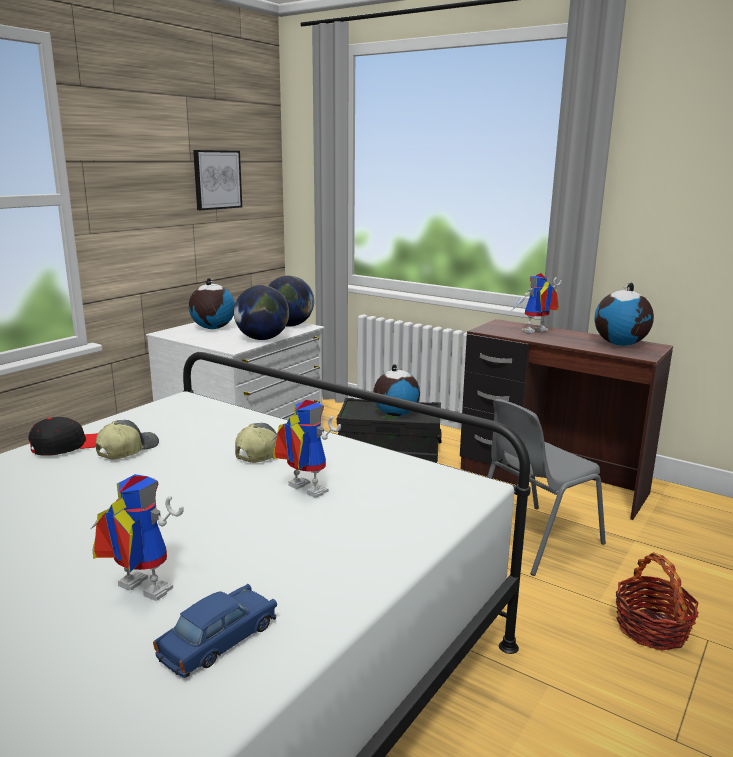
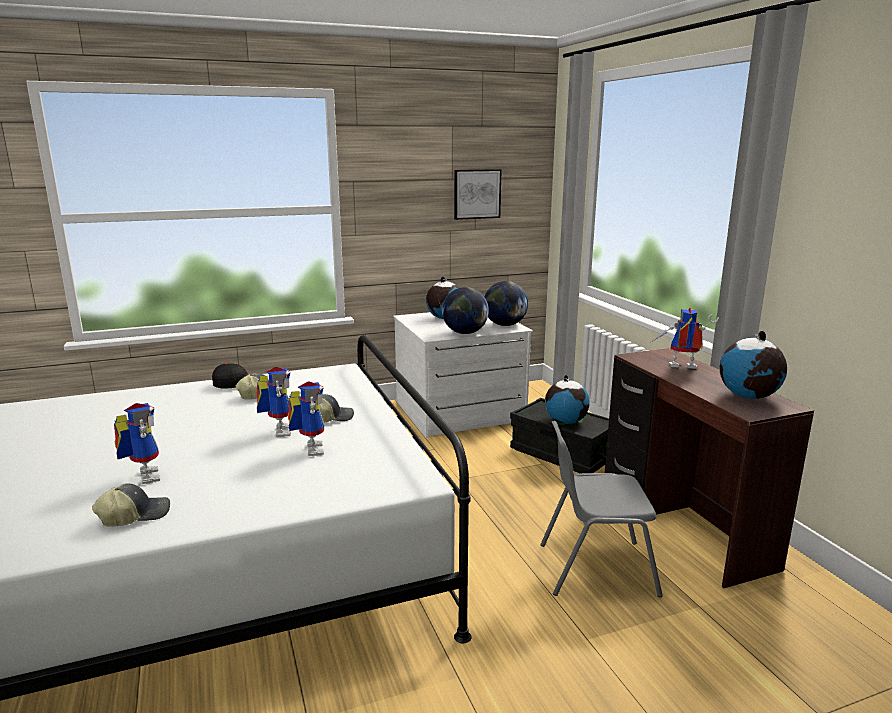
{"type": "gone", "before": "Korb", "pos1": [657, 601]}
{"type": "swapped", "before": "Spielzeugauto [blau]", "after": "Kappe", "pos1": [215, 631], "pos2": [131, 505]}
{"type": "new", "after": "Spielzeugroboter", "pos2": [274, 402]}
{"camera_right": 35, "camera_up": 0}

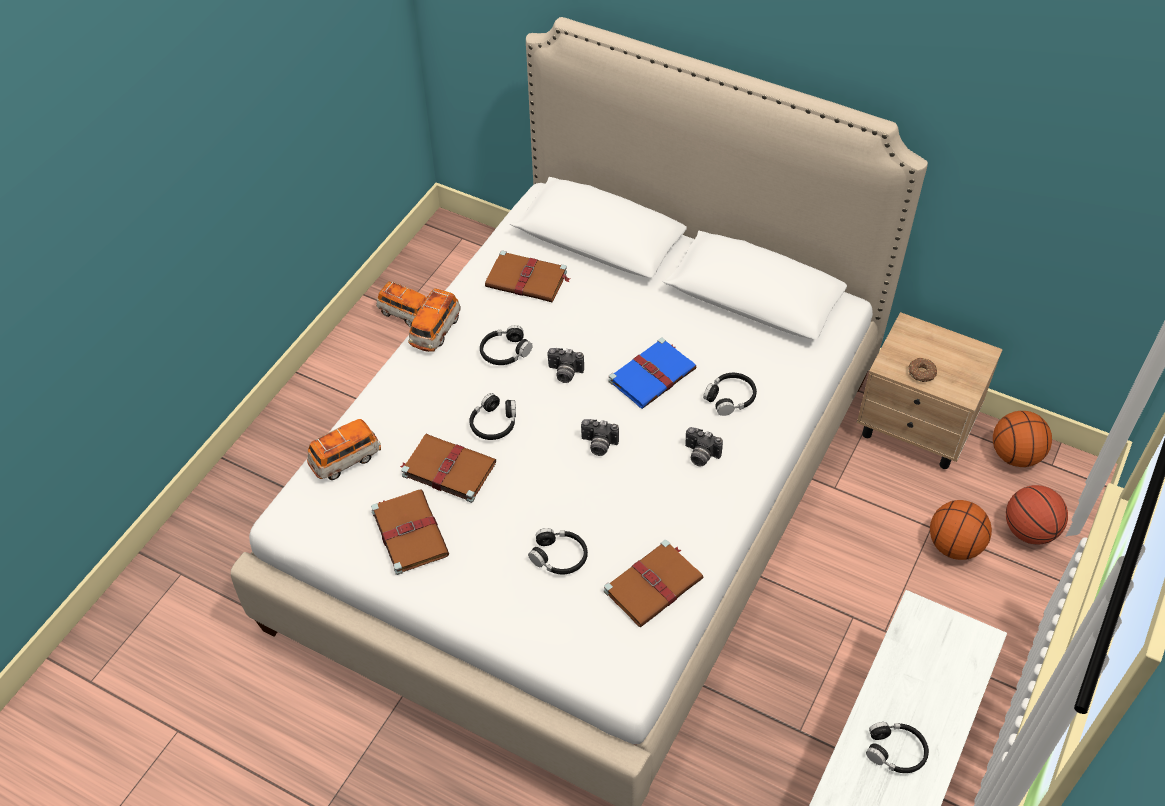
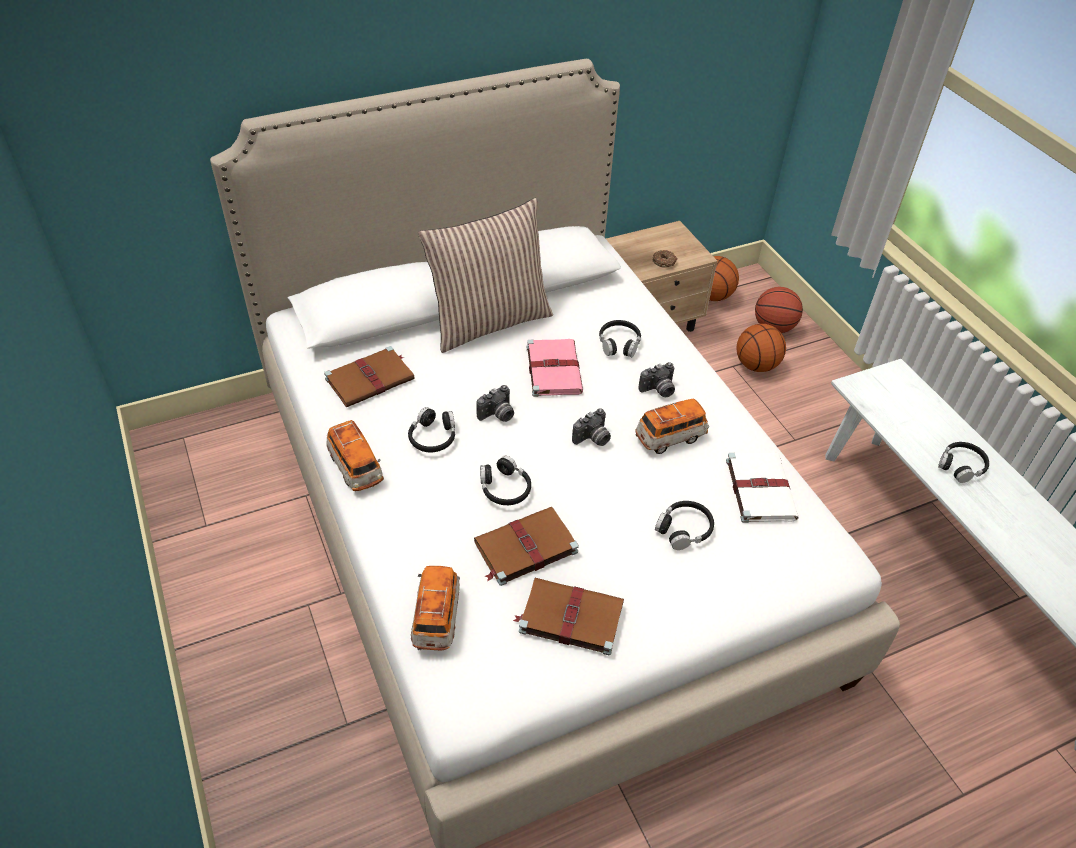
{"type": "shifted", "before": "Spielzeugauto", "pos1": [401, 303], "pos2": [672, 426]}
{"type": "repainted", "before": "Buch [blau]", "after": "Buch [rosa]", "pos1": [653, 373], "pos2": [554, 368]}
{"type": "repainted", "before": "Buch [braun]", "after": "Buch [weiß]", "pos1": [654, 584], "pos2": [762, 488]}
{"type": "new", "after": "Kissen", "pos2": [485, 275]}
{"camera_right": -55, "camera_up": -5}

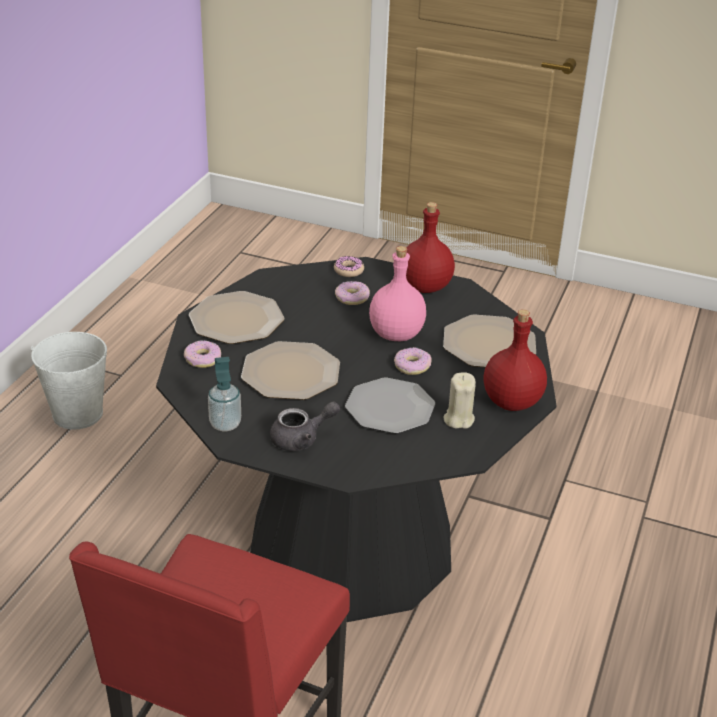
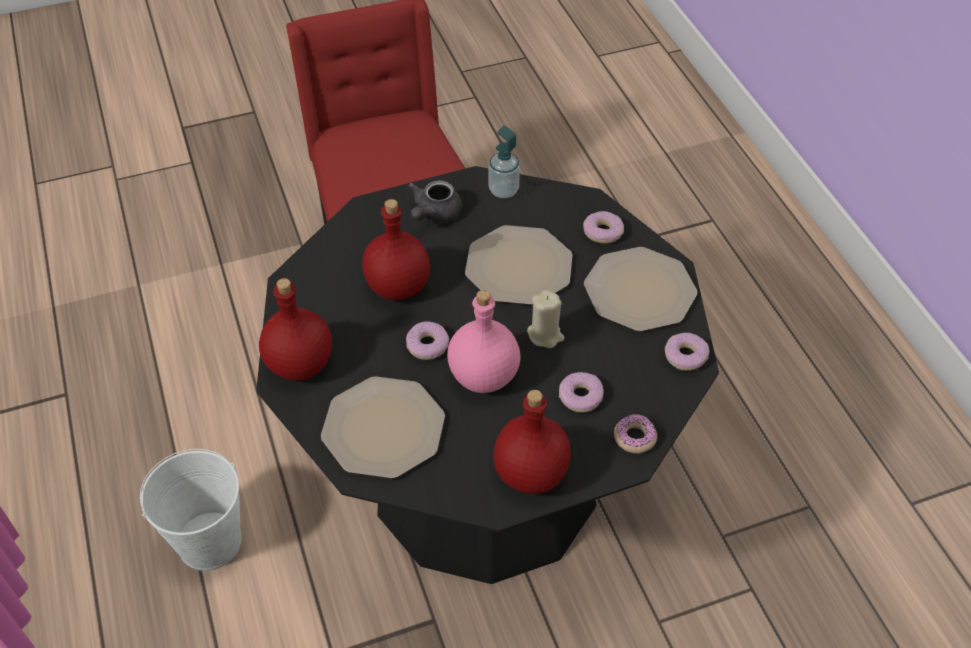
{"type": "shifted", "before": "Eimer [weiß]", "pos1": [69, 381], "pos2": [191, 510]}
{"type": "shifted", "before": "Kerze [beige]", "pos1": [460, 400], "pos2": [545, 319]}
{"type": "swapped", "before": "Teller", "after": "Flasche [rot]", "pos1": [390, 406], "pos2": [396, 249]}
{"type": "new", "after": "Donut", "pos2": [687, 352]}
{"camera_right": 140, "camera_up": 15}

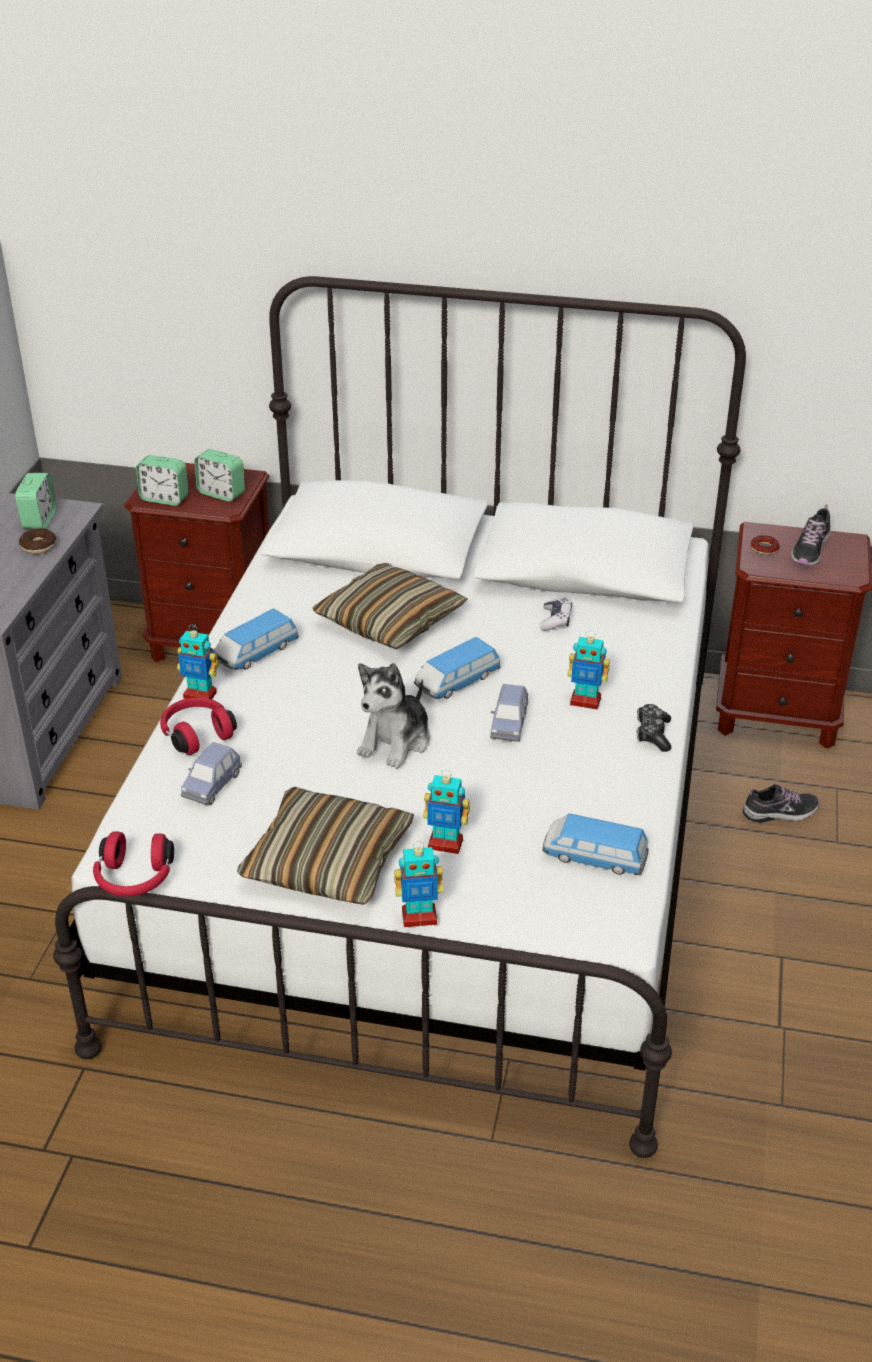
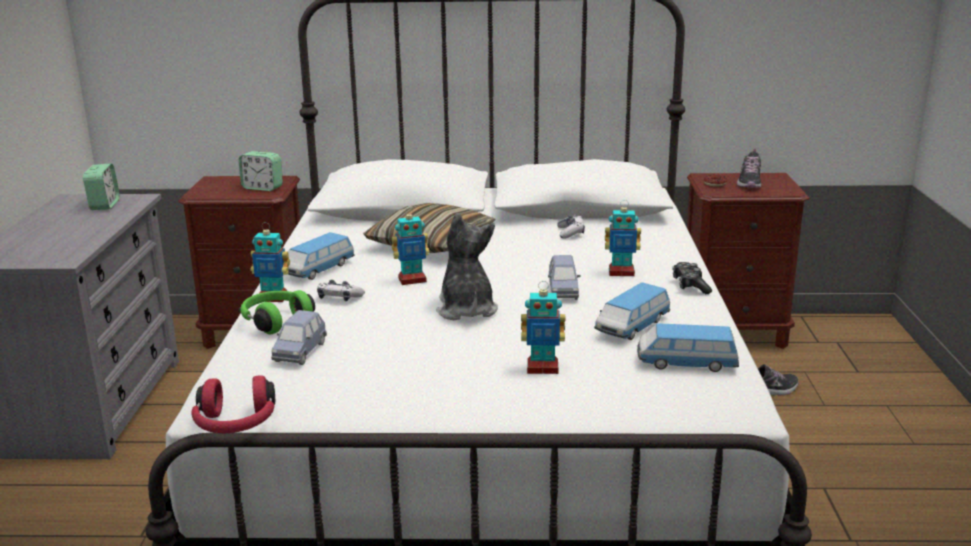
{"type": "gone", "before": "Wecker", "pos1": [162, 480]}
{"type": "gone", "before": "Donut", "pos1": [37, 541]}
{"type": "shifted", "before": "Spielzeugauto", "pos1": [457, 668], "pos2": [632, 311]}
{"type": "rotated", "before": "Plüschtier", "pos1": [393, 716], "pos2": [467, 267], "turn": 150}
{"type": "repainted", "before": "Kopfhörer [rot]", "after": "Kopfhörer [grün]", "pos1": [198, 726], "pos2": [277, 312]}
{"type": "gone", "before": "Kissen", "pos1": [325, 846]}
{"type": "shifted", "before": "Spielzeugroboter", "pos1": [418, 884], "pos2": [410, 246]}
{"type": "new", "after": "Gamepad", "pos2": [341, 290]}
{"camera_right": -10, "camera_up": -15}

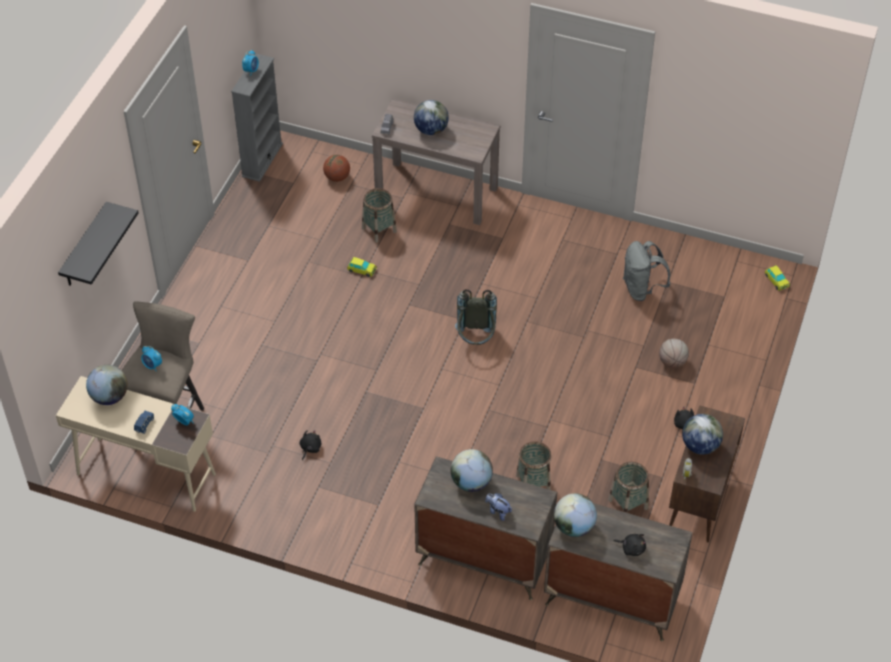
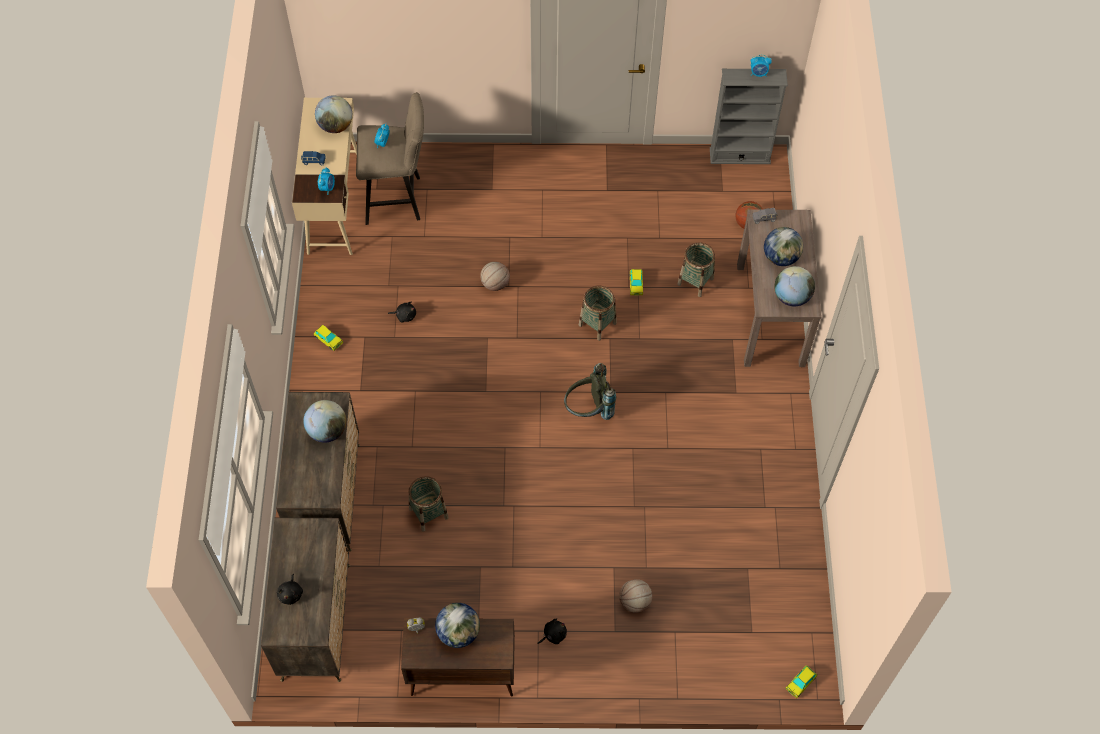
{"type": "gone", "before": "Wandregal [schwarz]", "pos1": [98, 244]}
{"type": "gone", "before": "Rucksack [grau]", "pos1": [646, 271]}
{"type": "shifted", "before": "Korb", "pos1": [628, 487], "pos2": [598, 313]}
{"type": "gone", "before": "Plüschtier", "pos1": [498, 507]}
{"type": "shifted", "before": "Globus", "pos1": [575, 515], "pos2": [794, 286]}
{"type": "new", "after": "Basketball", "pos2": [495, 276]}
{"type": "new", "after": "Spielzeugauto", "pos2": [328, 338]}
{"camera_right": 70, "camera_up": 10}

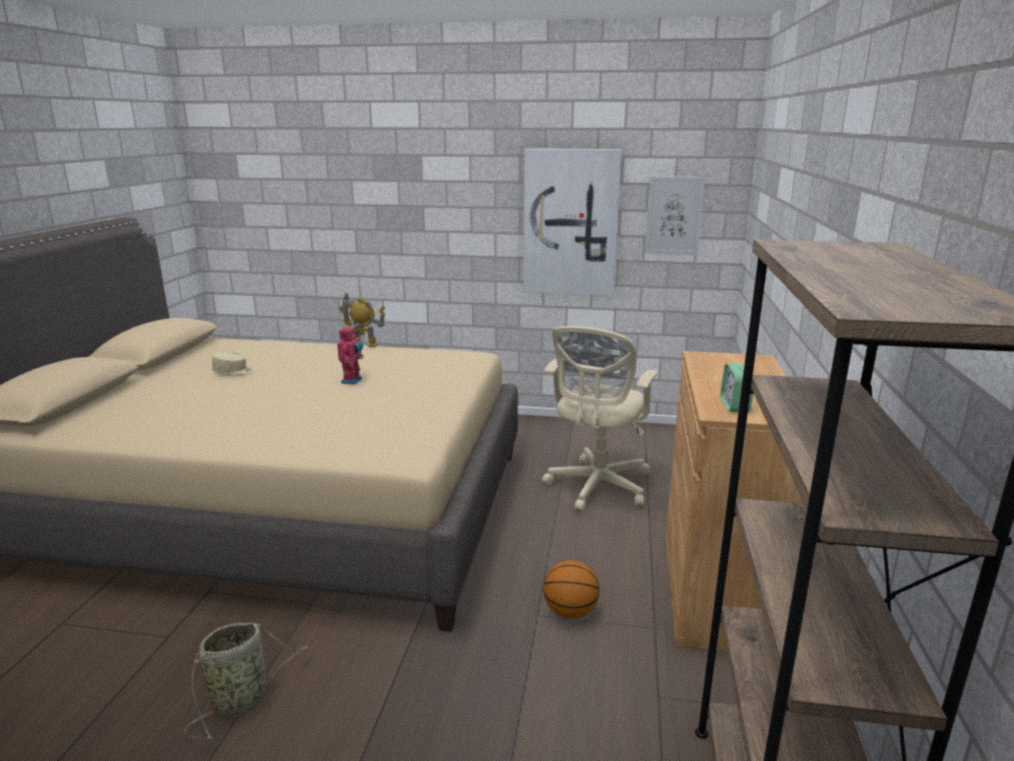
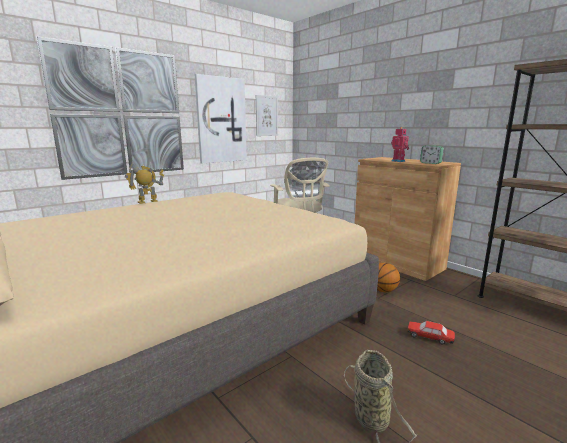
{"type": "shifted", "before": "Spielzeugroboter", "pos1": [350, 355], "pos2": [400, 144]}
{"type": "gone", "before": "Kappe [beige]", "pos1": [233, 363]}
{"type": "new", "after": "Bild", "pos2": [110, 108]}
{"type": "new", "after": "Spielzeugauto", "pos2": [431, 333]}
{"camera_right": -50, "camera_up": -5}

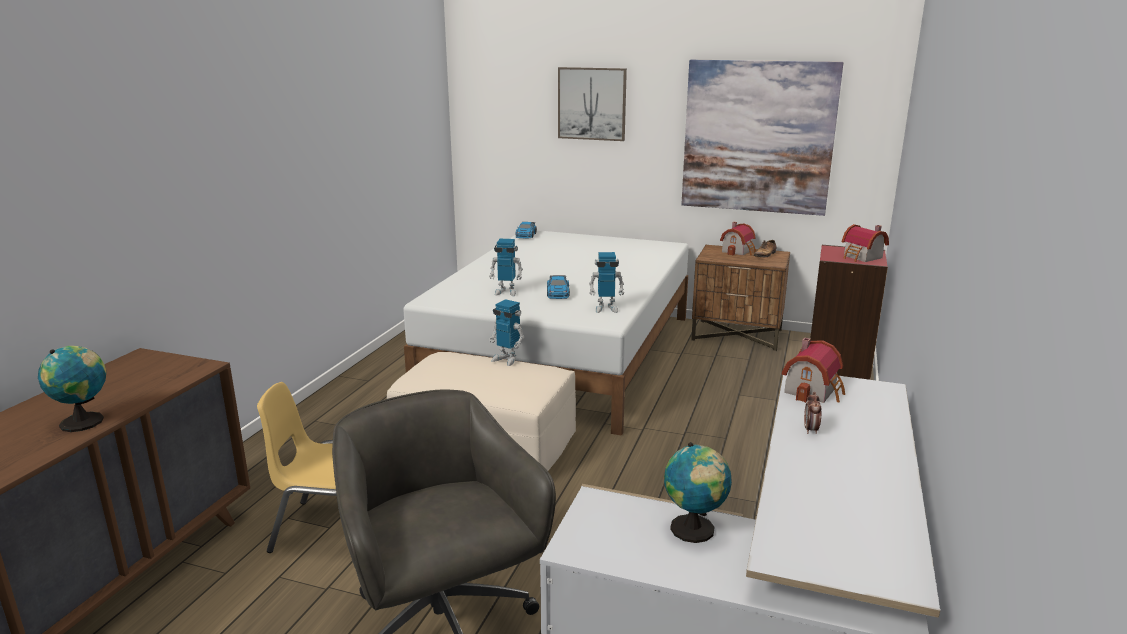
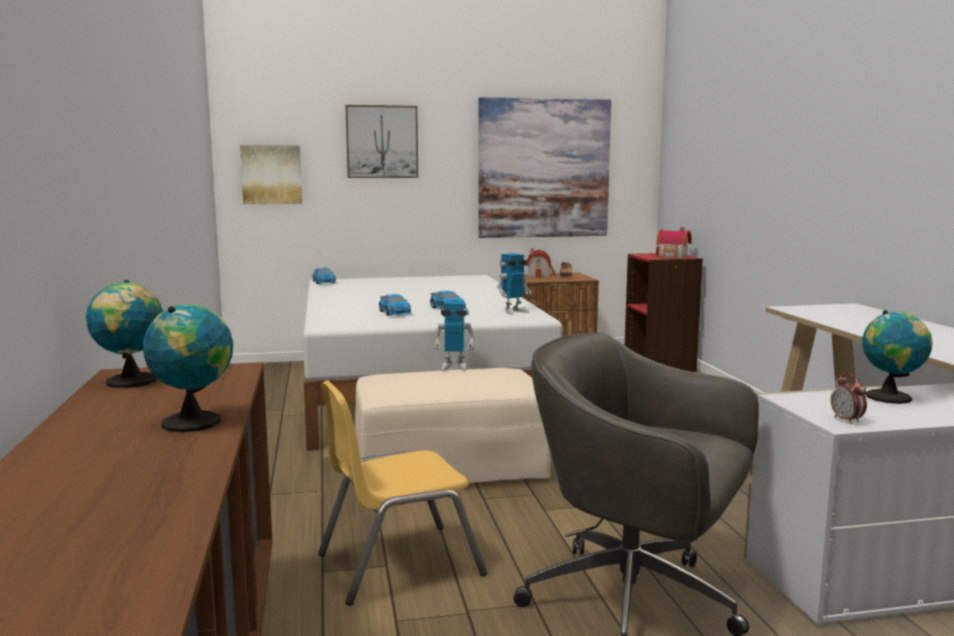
{"type": "swapped", "before": "Spielzeugroboter", "after": "Spielzeugauto", "pos1": [506, 267], "pos2": [395, 304]}
{"type": "gone", "before": "Spielzeughaus", "pos1": [813, 370]}
{"type": "shifted", "before": "Wecker", "pos1": [812, 413], "pos2": [849, 398]}
{"type": "new", "after": "Bild", "pos2": [271, 174]}
{"type": "new", "after": "Globus", "pos2": [124, 334]}
{"camera_right": -30, "camera_up": -10}

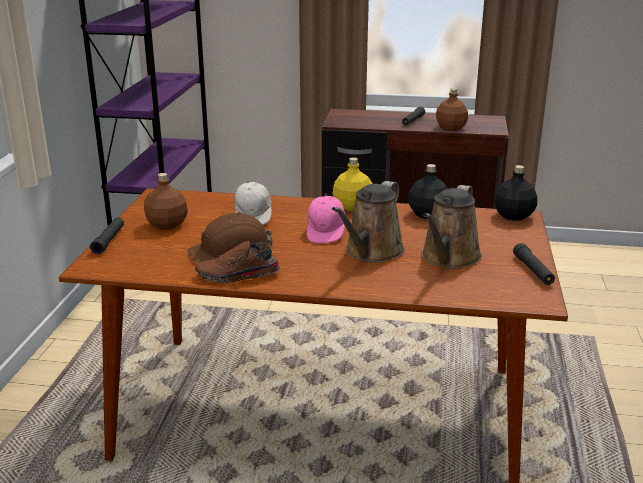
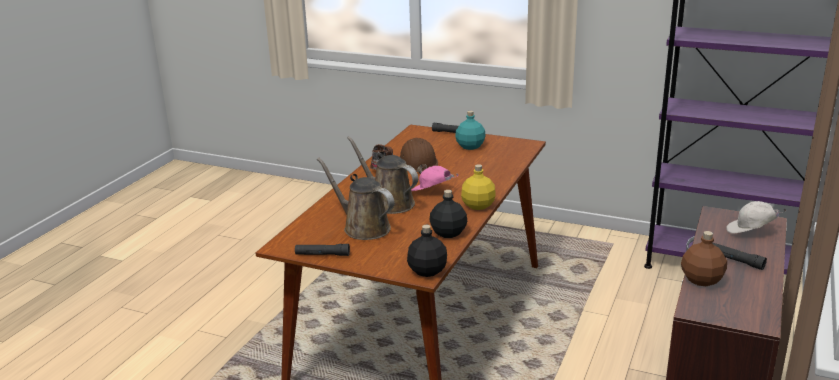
{"type": "repainted", "before": "Flasche [braun]", "after": "Flasche [türkis]", "pos1": [166, 201], "pos2": [470, 130]}
{"type": "shifted", "before": "Kappe [weiß]", "pos1": [253, 203], "pos2": [756, 217]}
{"camera_right": 105, "camera_up": 0}

